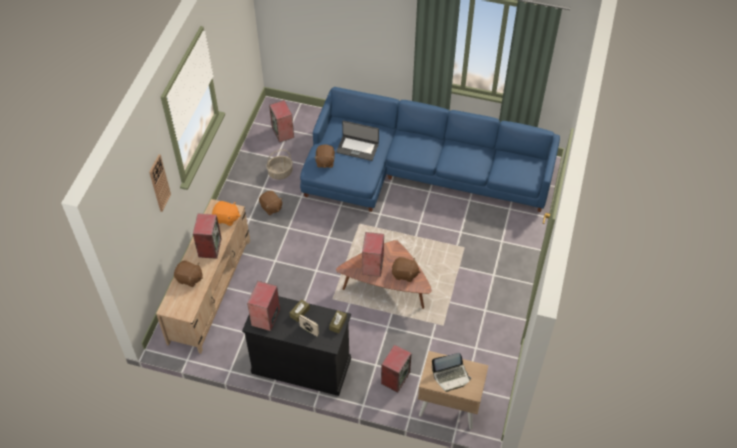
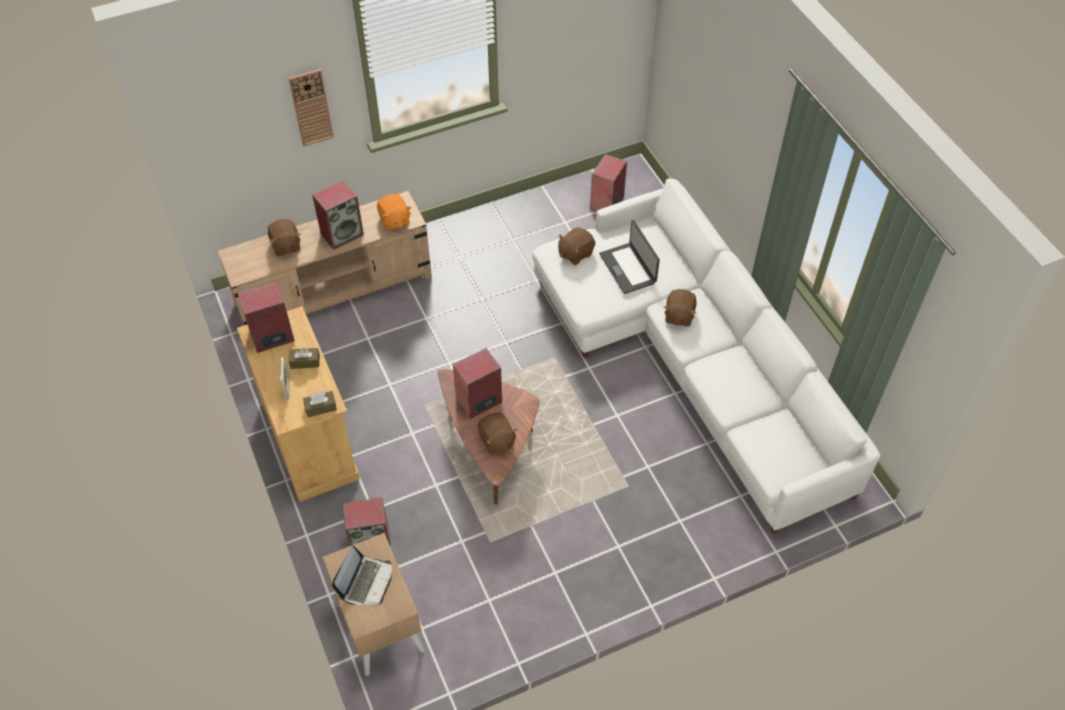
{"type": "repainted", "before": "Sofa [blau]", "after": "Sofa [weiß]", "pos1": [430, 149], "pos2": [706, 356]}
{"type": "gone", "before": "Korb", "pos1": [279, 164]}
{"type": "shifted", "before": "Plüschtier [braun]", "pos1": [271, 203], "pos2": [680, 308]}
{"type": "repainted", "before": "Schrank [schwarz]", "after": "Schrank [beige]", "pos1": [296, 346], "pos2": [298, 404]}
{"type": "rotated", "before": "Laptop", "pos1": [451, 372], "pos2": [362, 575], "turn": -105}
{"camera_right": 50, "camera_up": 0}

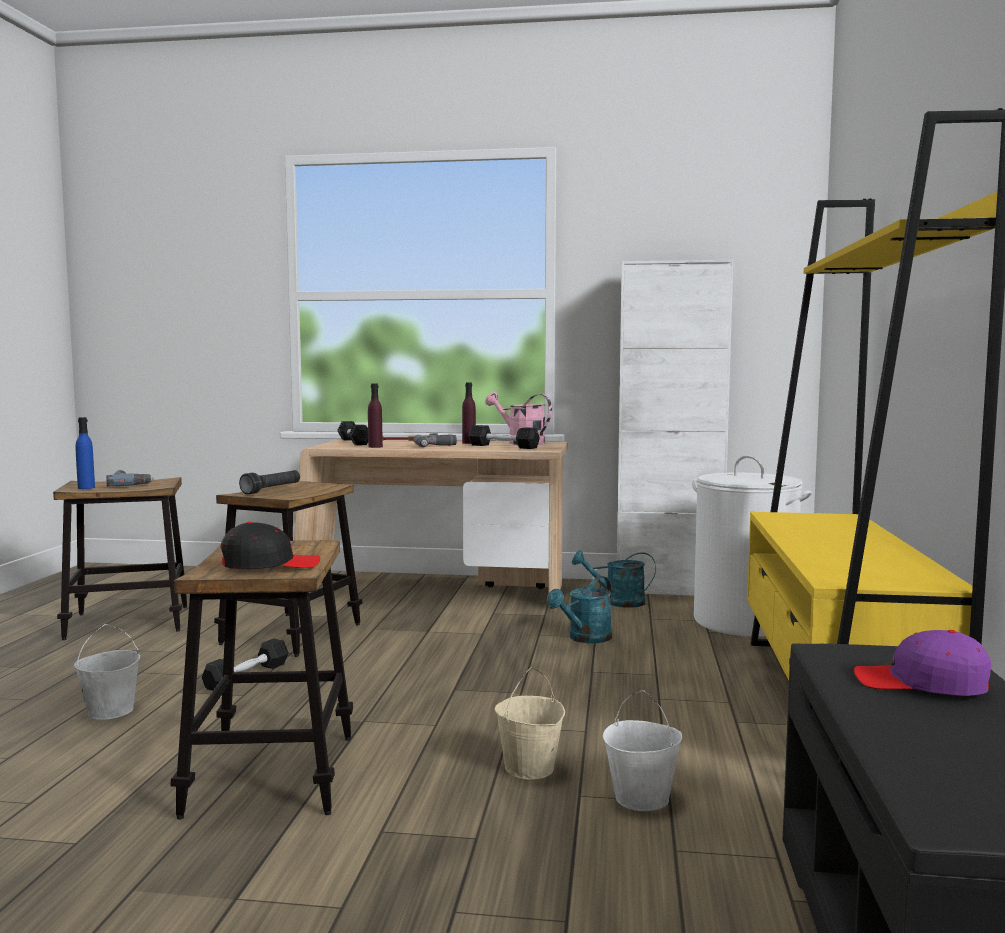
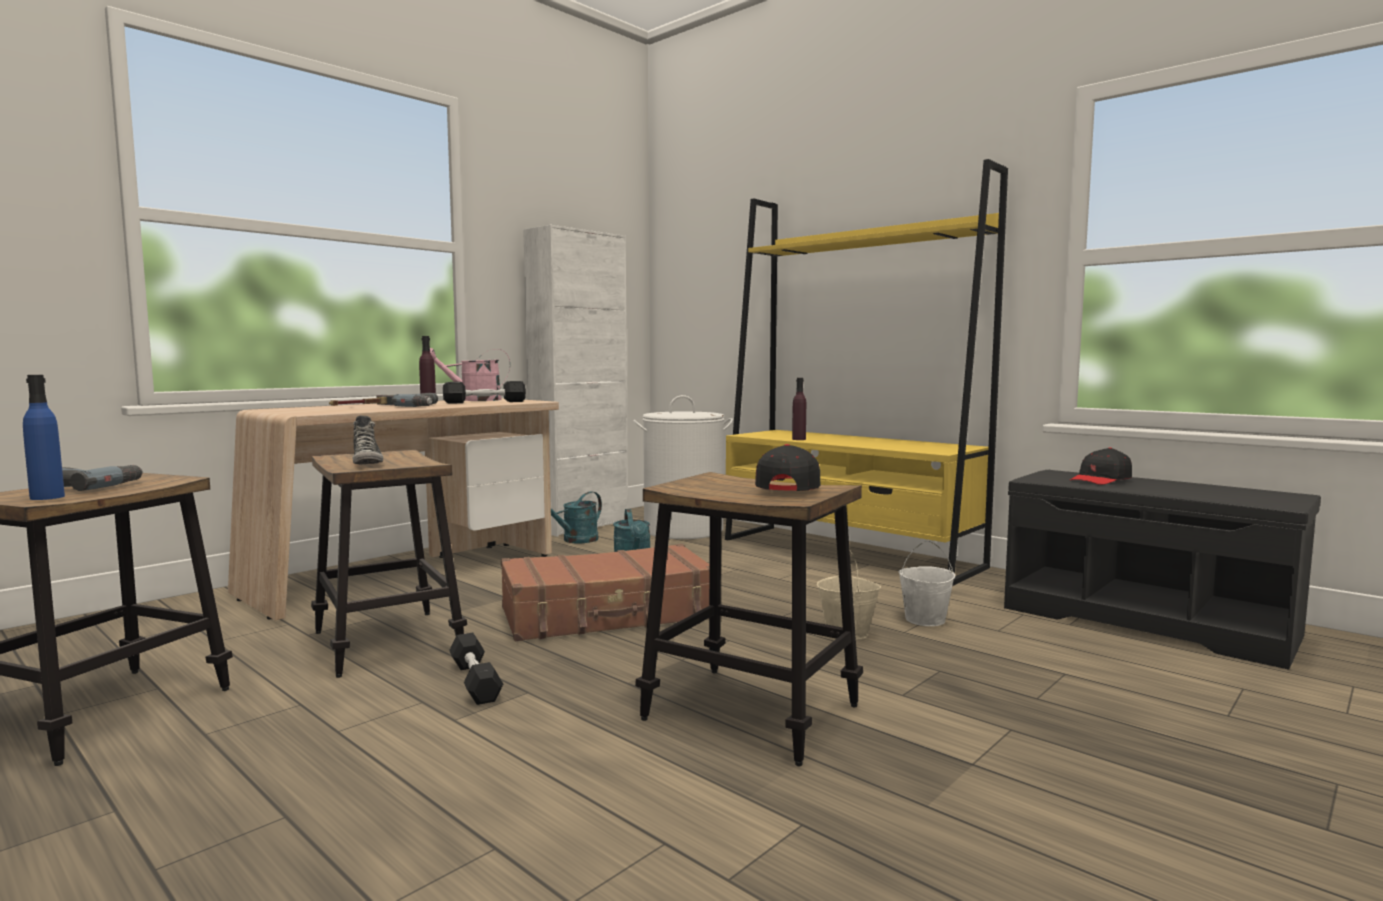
{"type": "shifted", "before": "Flasche [lila]", "pos1": [375, 415], "pos2": [799, 409]}
{"type": "gone", "before": "Hantel [schwarz]", "pos1": [352, 433]}
{"type": "swapped", "before": "Taschenlampe [schwarz]", "after": "Schuh", "pos1": [269, 482], "pos2": [368, 439]}
{"type": "gone", "before": "Eimer [weiß]", "pos1": [107, 672]}
{"type": "repainted", "before": "Kappe [lila]", "after": "Kappe [schwarz]", "pos1": [922, 663], "pos2": [1101, 466]}
{"type": "new", "after": "Koffer [braun]", "pos2": [605, 592]}
{"camera_right": -55, "camera_up": 0}

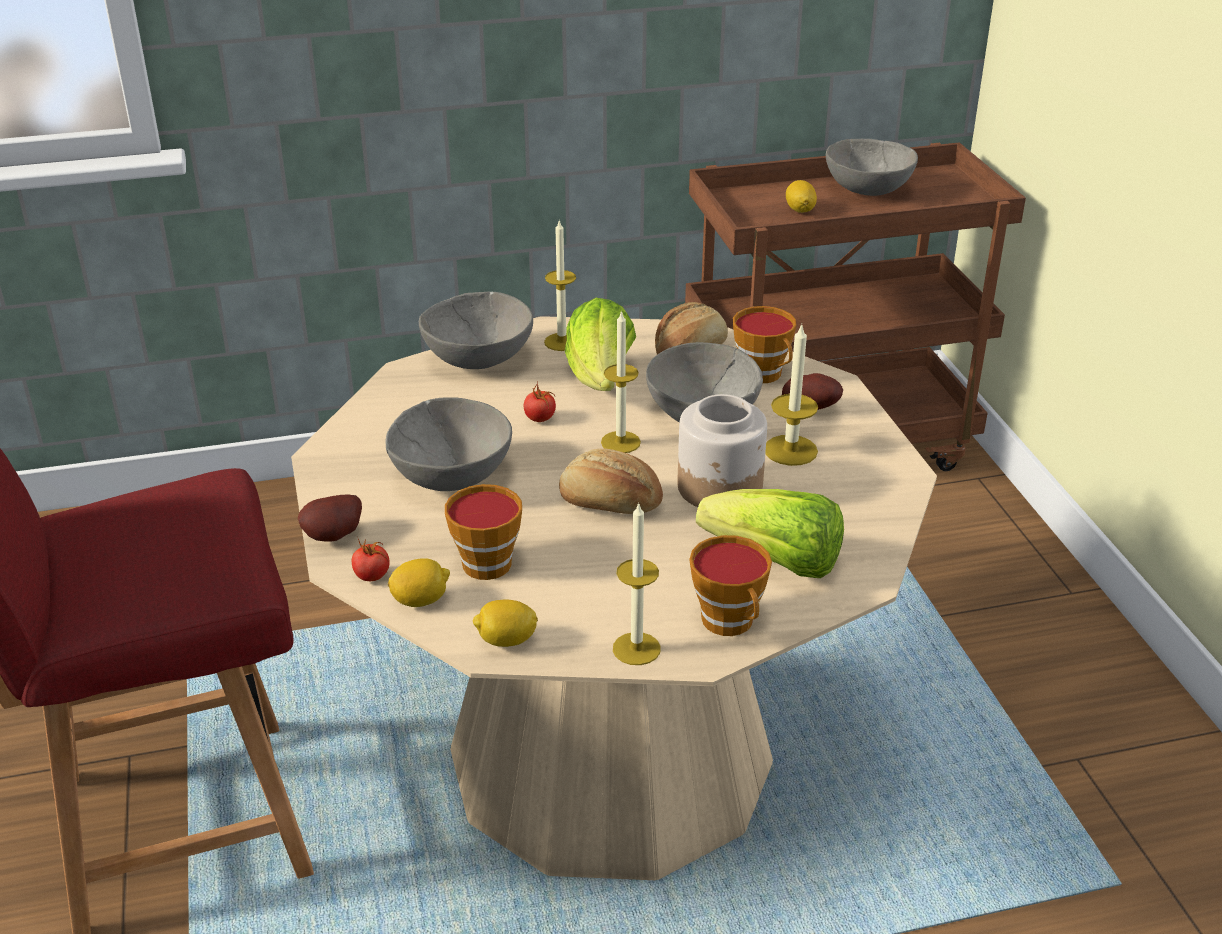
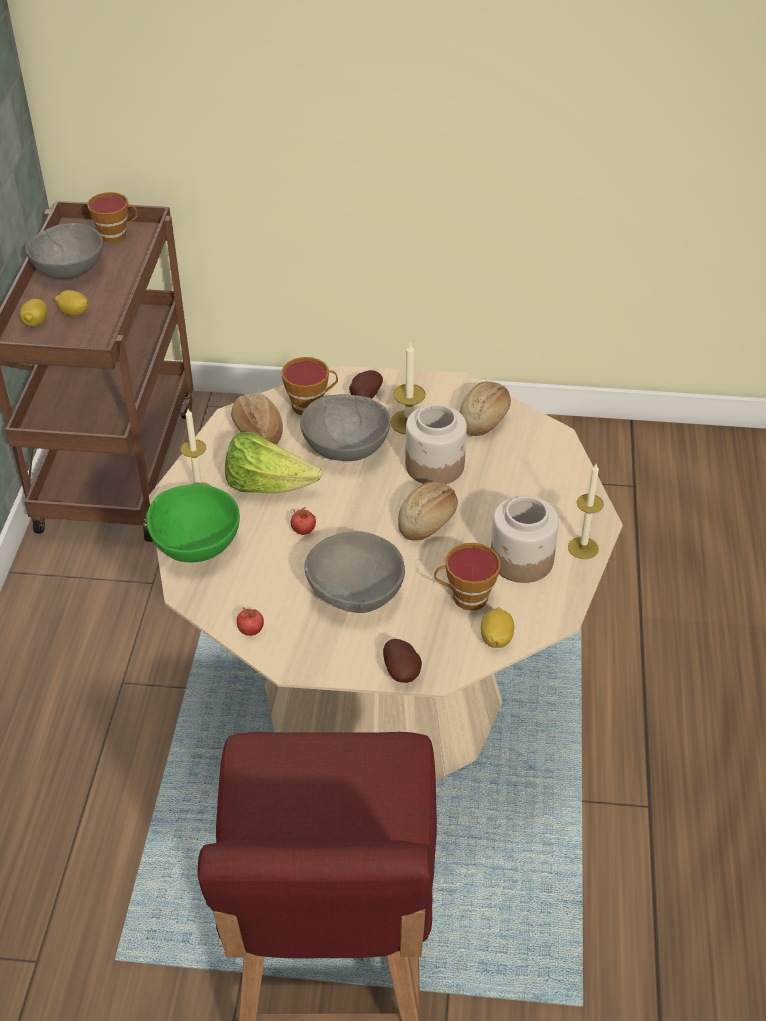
{"type": "repainted", "before": "Schüssel [grau]", "after": "Schüssel [grün]", "pos1": [476, 330], "pos2": [193, 523]}
{"type": "gone", "before": "Kerze", "pos1": [621, 381]}
{"type": "gone", "before": "Salatkopf", "pos1": [770, 533]}
{"type": "shifted", "before": "Tasse", "pos1": [730, 585], "pos2": [112, 217]}
{"type": "shifted", "before": "Tomate", "pos1": [371, 560], "pos2": [250, 622]}
{"type": "shifted", "before": "Zitrone", "pos1": [505, 623], "pos2": [33, 313]}
{"type": "new", "after": "Brot", "pos2": [485, 408]}
{"type": "new", "after": "Vorratsglas", "pos2": [525, 539]}
{"camera_right": -70, "camera_up": 10}

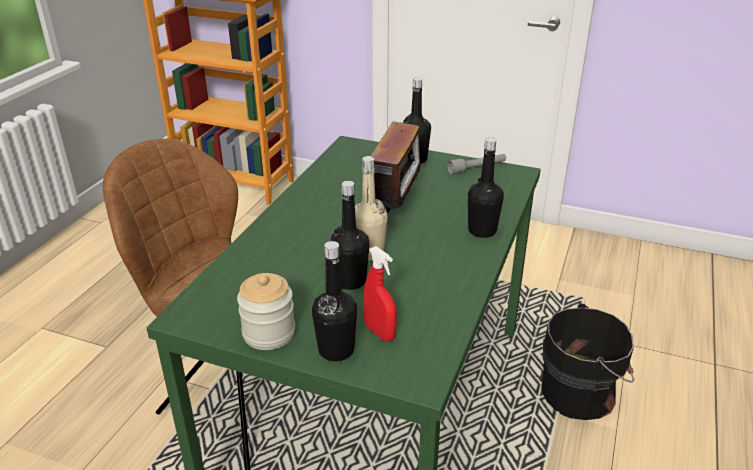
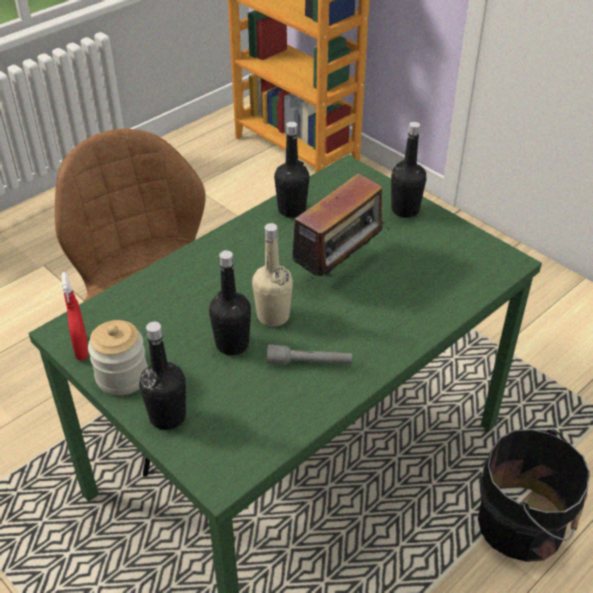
{"type": "shifted", "before": "Flasche [schwarz]", "pos1": [486, 187], "pos2": [292, 169]}
{"type": "shifted", "before": "Taschenlampe [grau]", "pos1": [476, 164], "pos2": [309, 354]}
{"type": "shifted", "before": "Sprühflasche [rot]", "pos1": [380, 293], "pos2": [75, 316]}
{"camera_right": 25, "camera_up": 10}

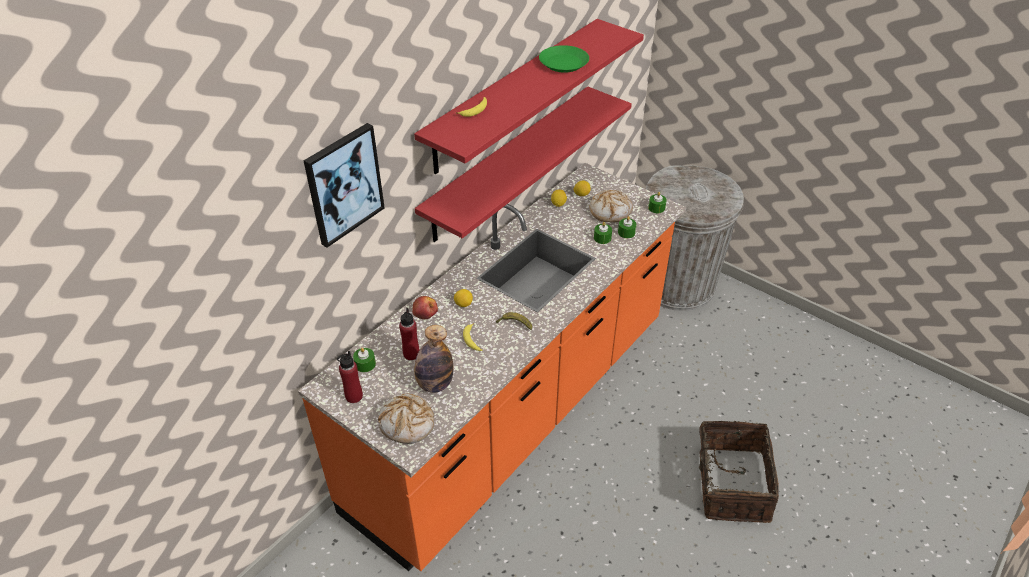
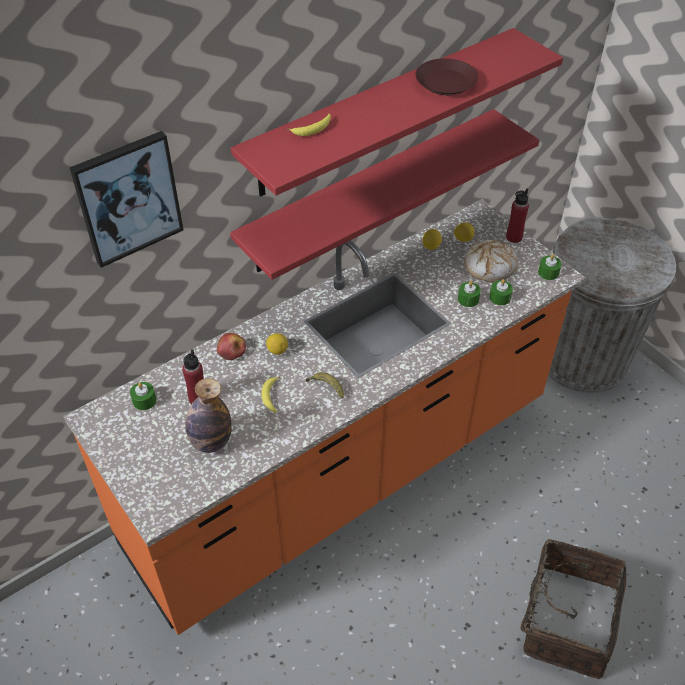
{"type": "repainted", "before": "Teller [grün]", "after": "Teller [braun]", "pos1": [564, 59], "pos2": [446, 76]}
{"type": "shifted", "before": "Flasche [rot]", "pos1": [350, 377], "pos2": [517, 216]}
{"type": "gone", "before": "Brot", "pos1": [406, 418]}
{"camera_right": 15, "camera_up": 5}

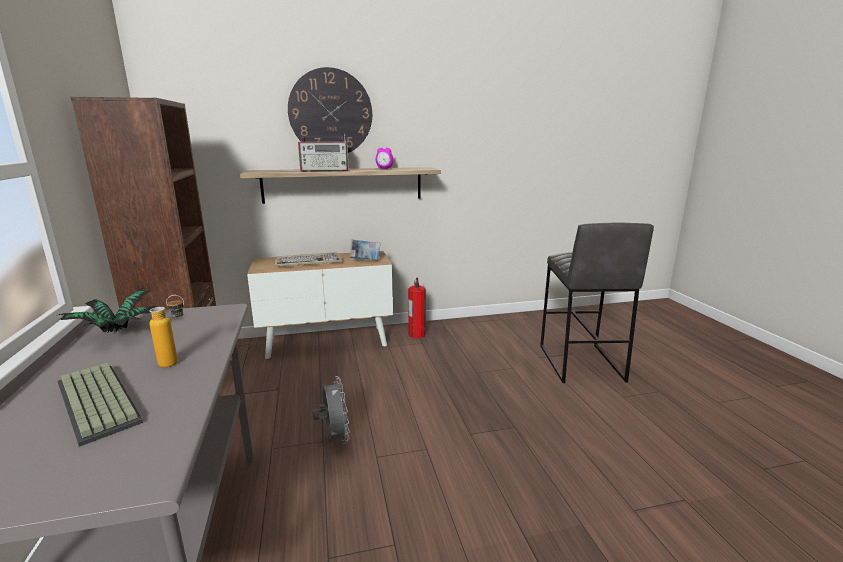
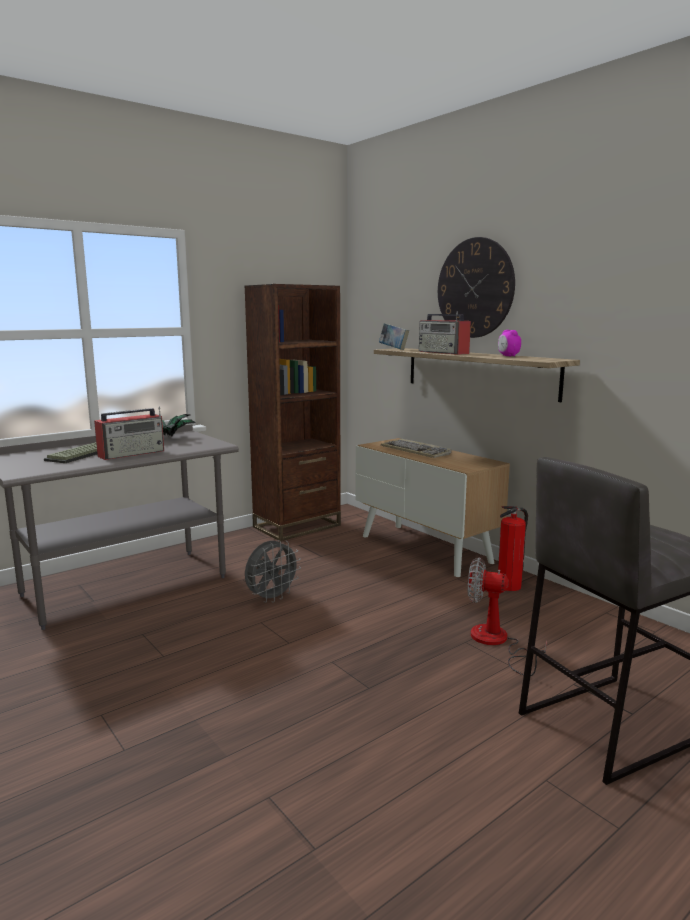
{"type": "shifted", "before": "Buch", "pos1": [365, 250], "pos2": [394, 336]}
{"type": "swapped", "before": "Flasche", "after": "Radio", "pos1": [166, 331], "pos2": [129, 433]}
{"type": "new", "after": "Ventilator", "pos2": [507, 616]}
{"camera_right": 65, "camera_up": -5}

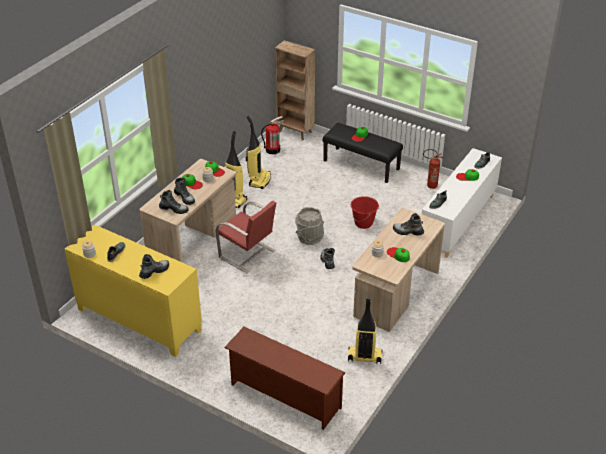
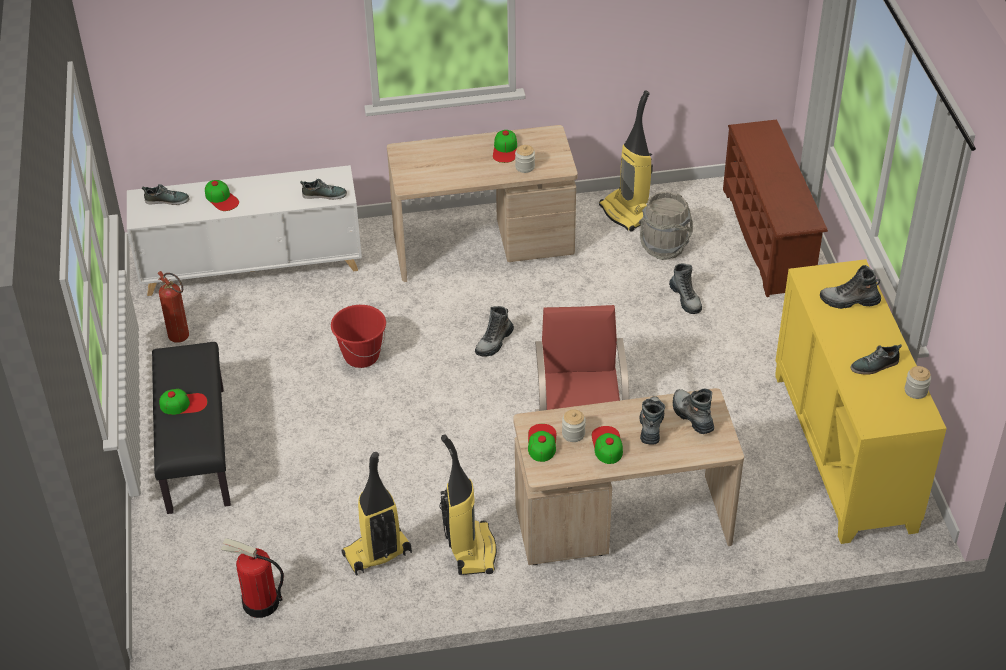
{"type": "gone", "before": "Bücherregal [braun]", "pos1": [295, 90]}
{"type": "shifted", "before": "Eimer [grau]", "pos1": [309, 226], "pos2": [666, 225]}
{"type": "shifted", "before": "Stiefel", "pos1": [408, 224], "pos2": [685, 288]}
{"camera_right": -130, "camera_up": 5}

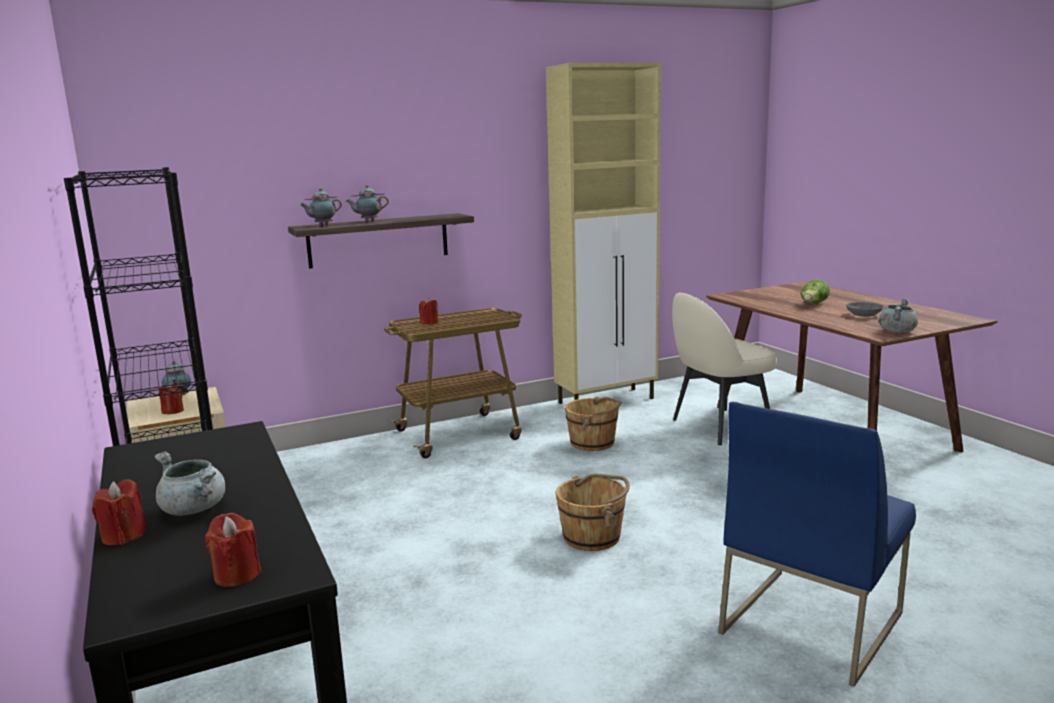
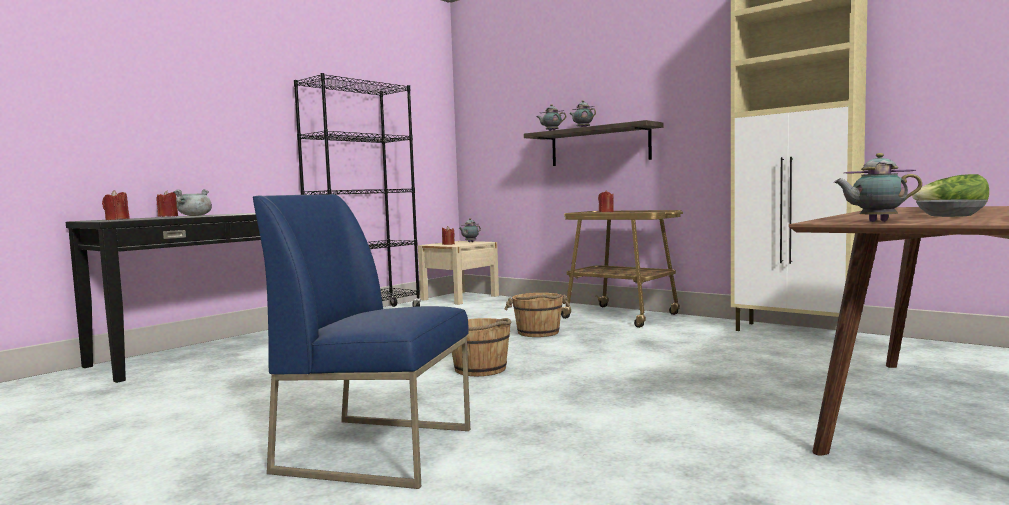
{"type": "gone", "before": "Stuhl [beige]", "pos1": [724, 369]}
{"type": "swapped", "before": "Kochtopf [grau]", "after": "Teekanne", "pos1": [898, 315], "pos2": [878, 187]}
{"type": "shifted", "before": "Eimer [braun]", "pos1": [593, 424], "pos2": [537, 315]}
{"camera_right": 65, "camera_up": -10}

